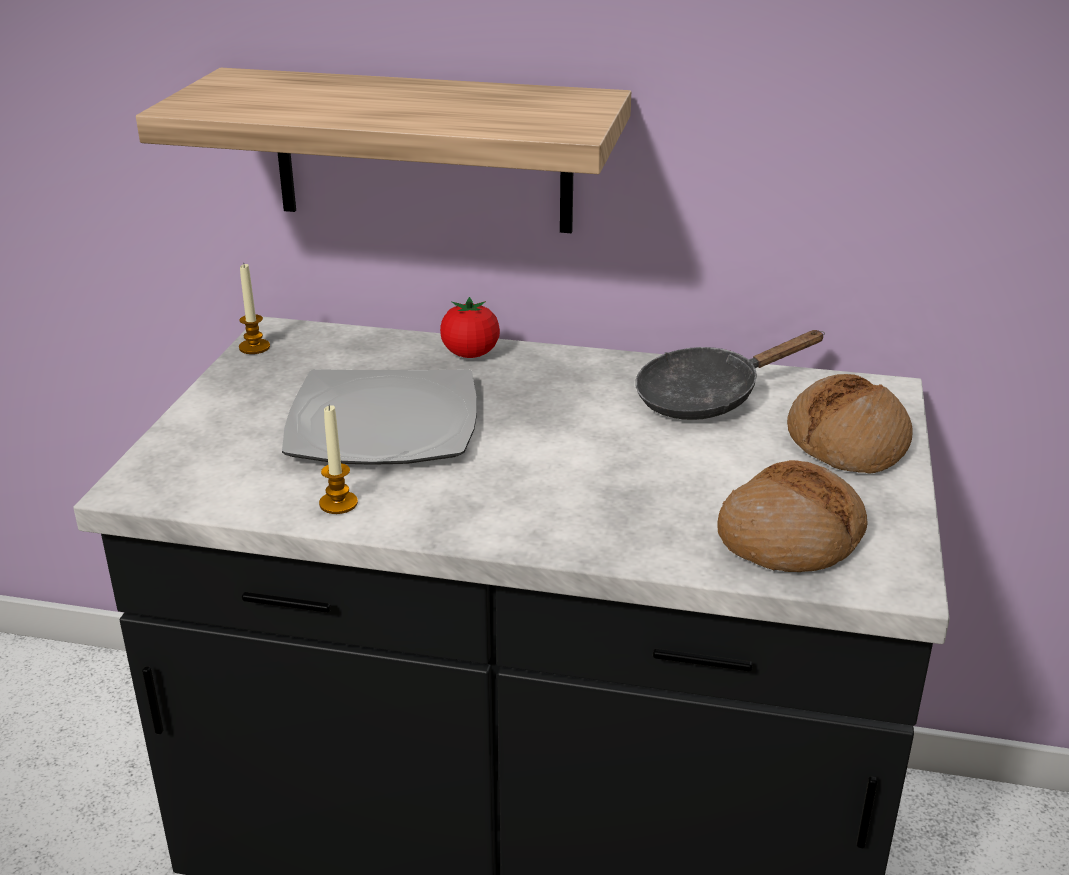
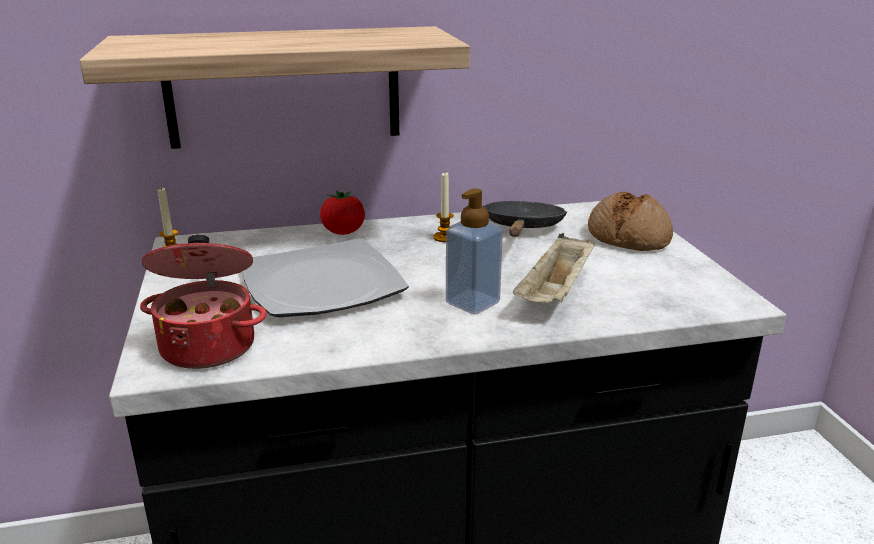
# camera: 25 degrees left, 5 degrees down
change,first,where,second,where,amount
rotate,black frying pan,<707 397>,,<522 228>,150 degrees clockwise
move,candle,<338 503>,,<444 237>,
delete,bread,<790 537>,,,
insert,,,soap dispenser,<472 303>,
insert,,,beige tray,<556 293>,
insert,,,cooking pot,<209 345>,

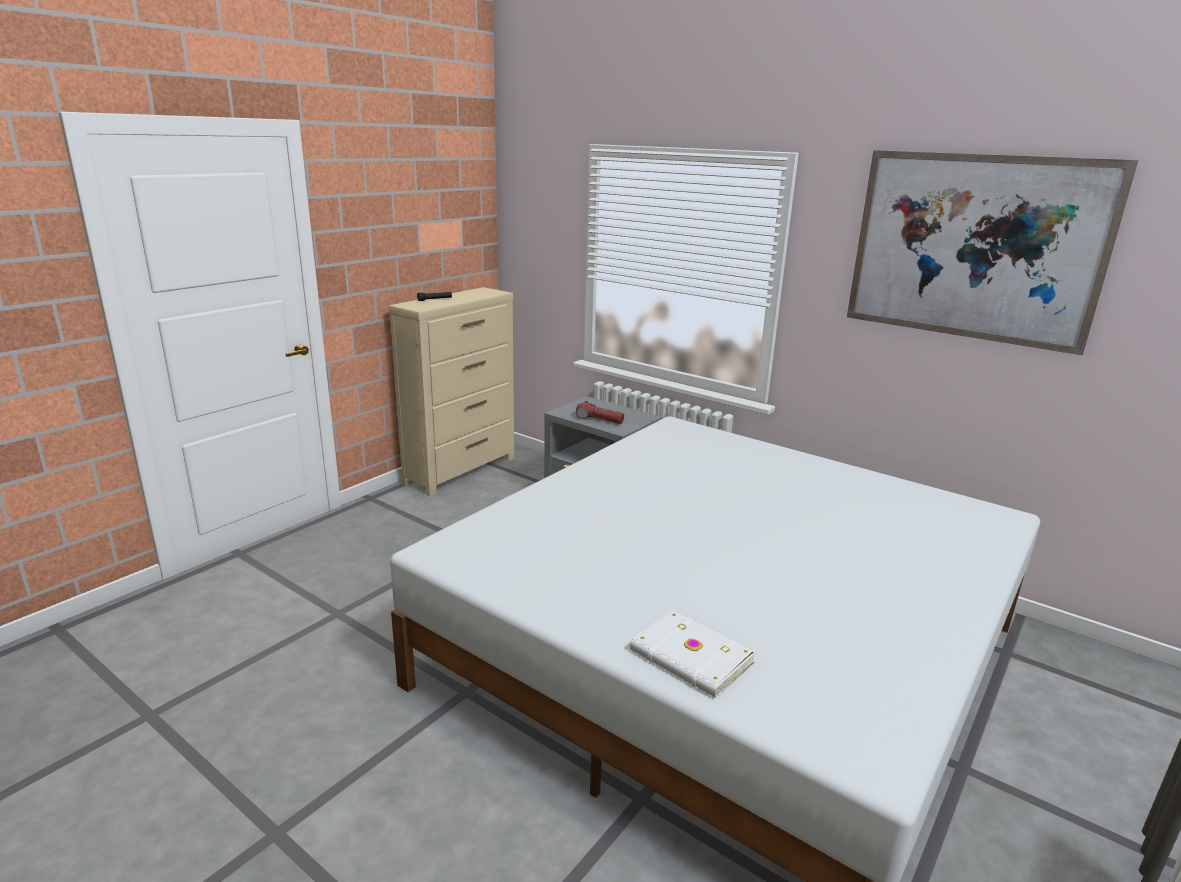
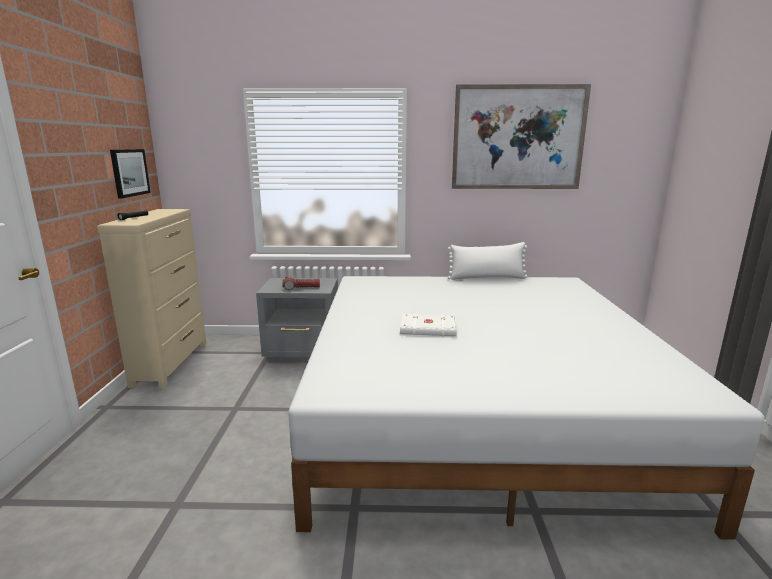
# camera: 35 degrees left, 5 degrees down
change,first,where,second,where,amount
move,white book,<690 658>,,<428 329>,
insert,,,picture,<129 172>,
insert,,,white pillow,<487 278>,

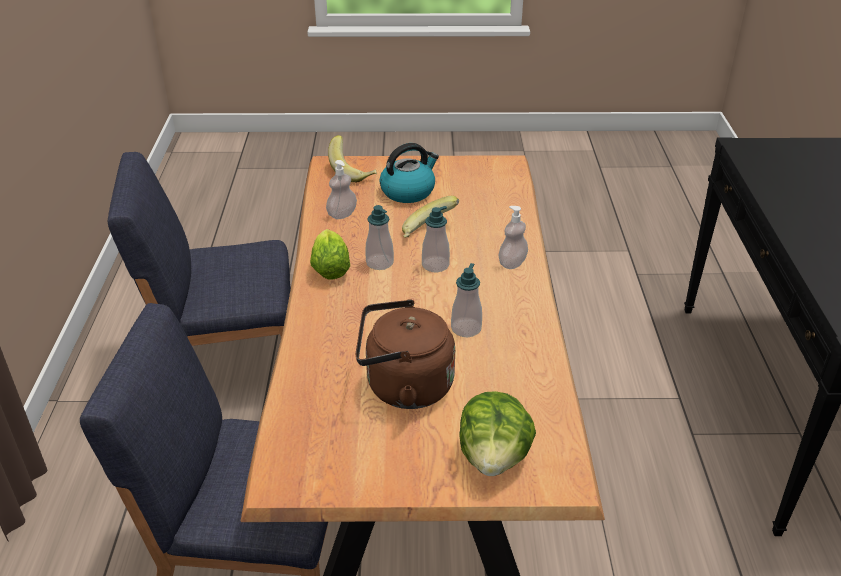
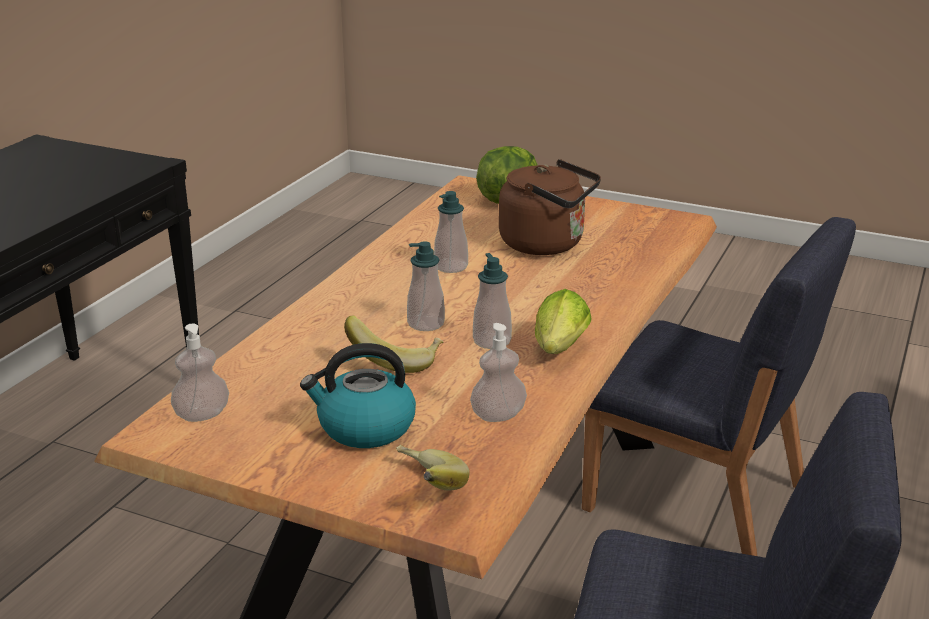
# camera: 155 degrees left, 10 degrees down
change,first,where,second,where,amount
move,soap dispenser,<512 263>,,<202 415>,

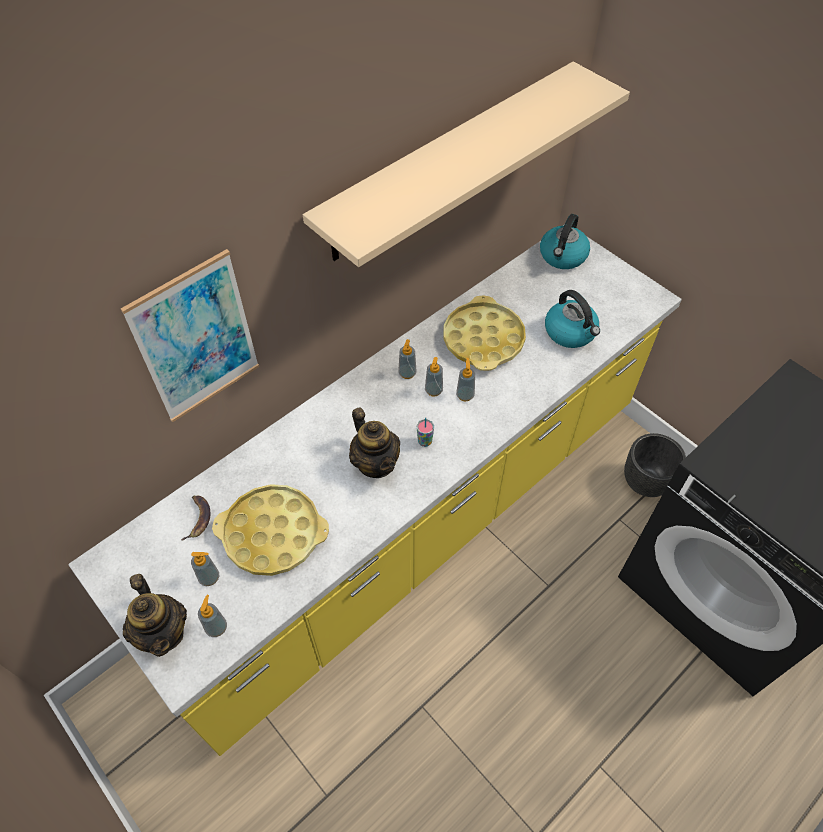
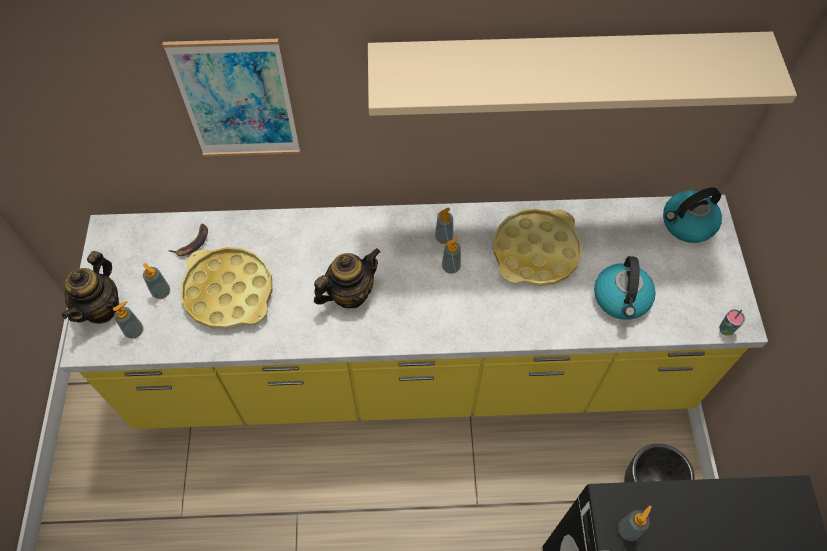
# camera: 40 degrees right, 5 degrees up
change,first,where,second,where,amount
move,soap dispenser,<465 395>,,<628 530>,
rotate,teapot,<376 463>,,<349 293>,135 degrees counterclockwise
move,cup,<425 442>,,<725 330>,

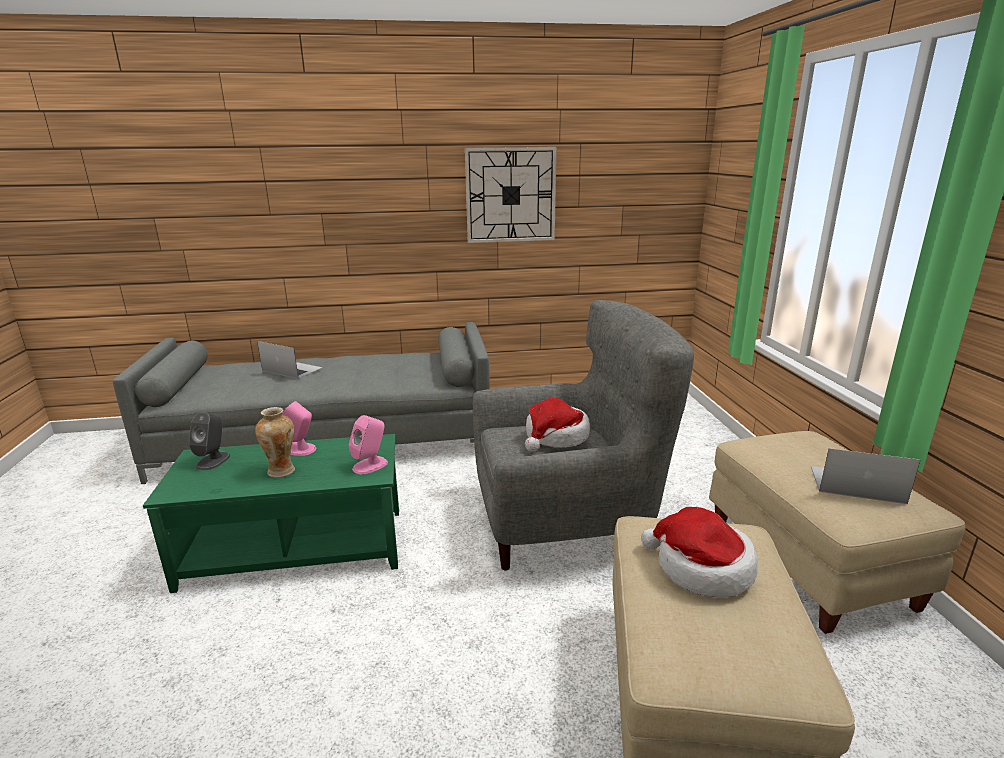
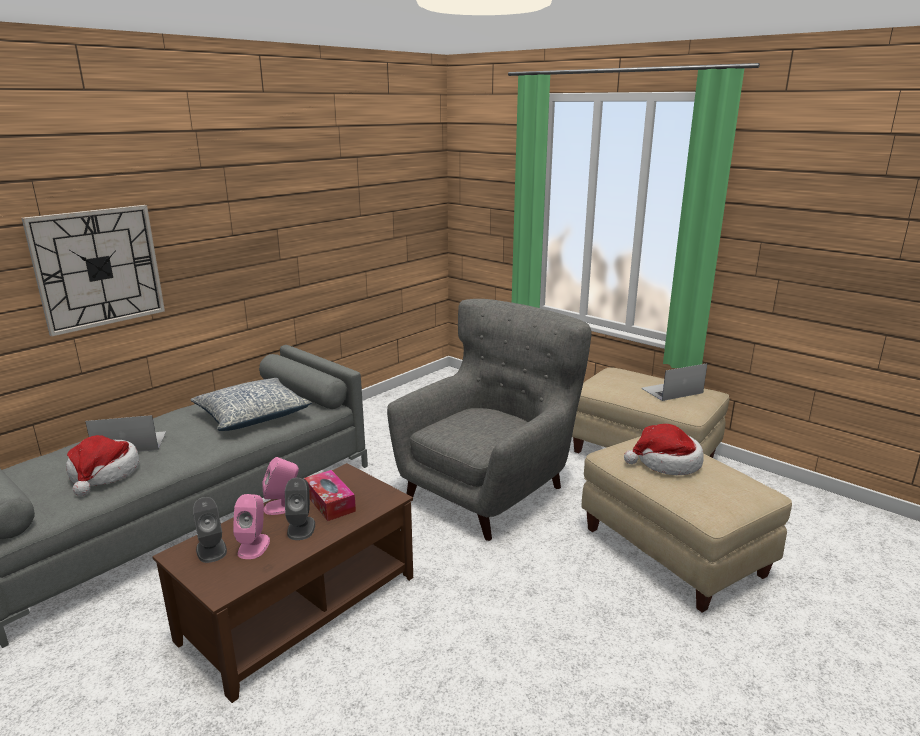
# camera: 40 degrees left, 0 degrees up
change,first,where,second,where,amount
move,wall clock,<510 195>,,<98 268>,
move,hat,<555 437>,,<104 474>,
replace,vase,<282 471>,grey speaker,<301 528>,
move,pink speaker,<370 465>,,<254 546>,
recolor,green coffee table,<296 546>,brown coffee table,<300 606>,
insert,,,pillow,<252 415>,
insert,,,tissue box,<330 502>,

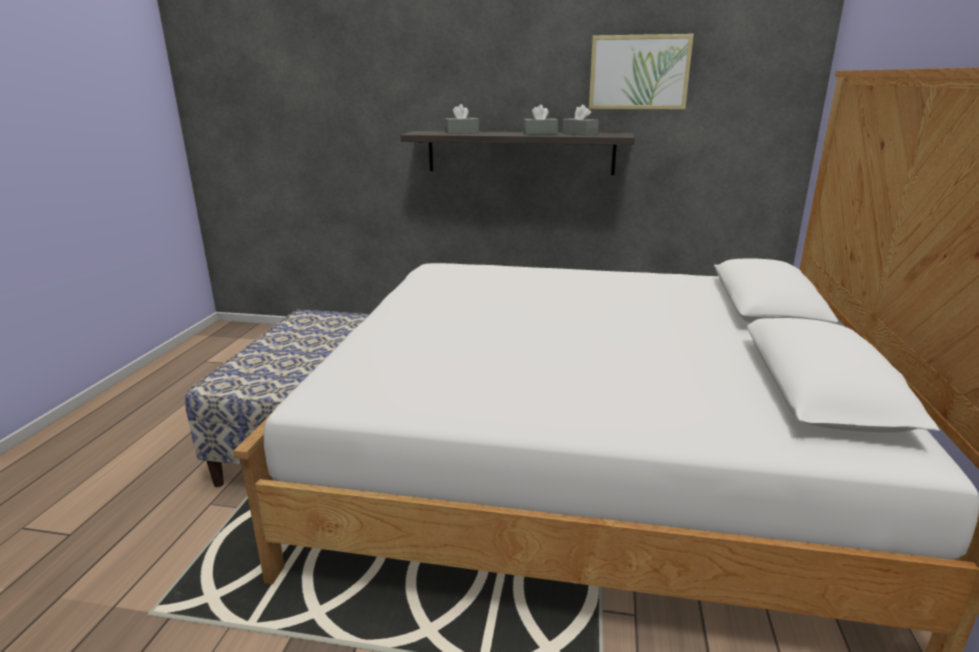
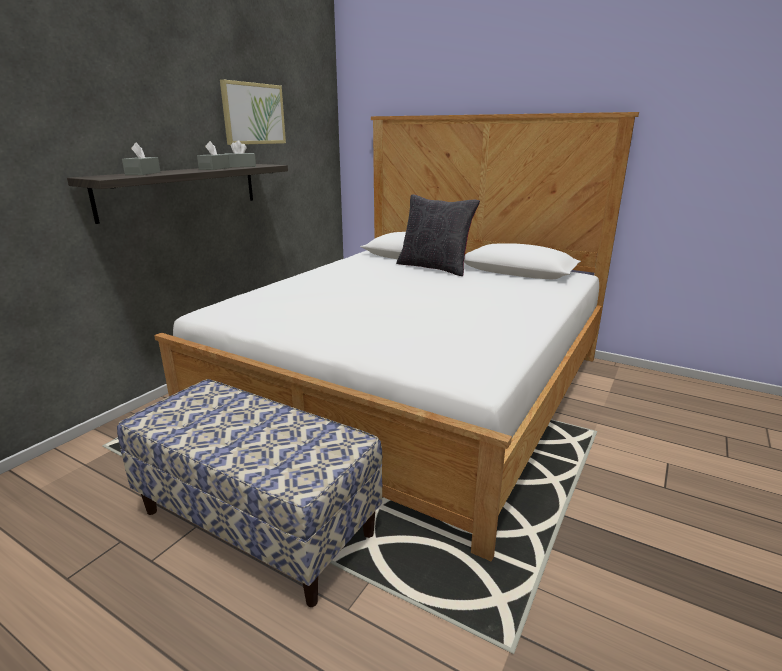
# camera: 70 degrees left, 0 degrees up
change,first,where,second,where,amount
insert,,,black pillow,<434 267>,

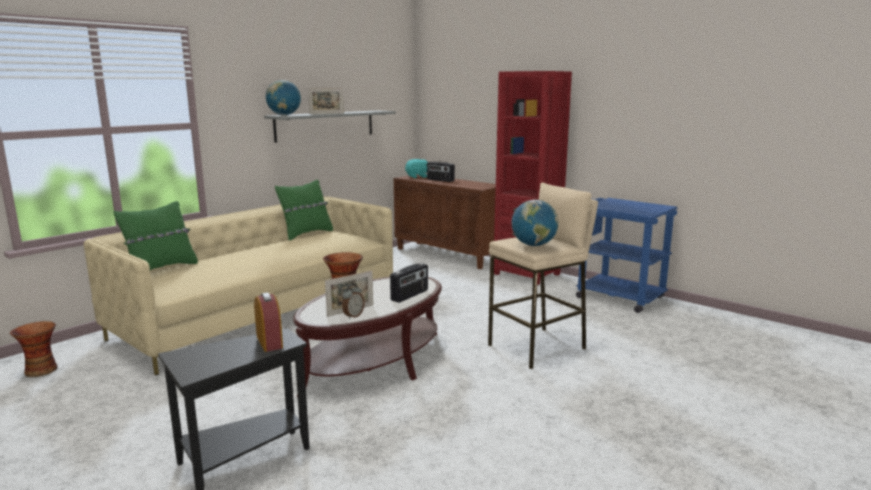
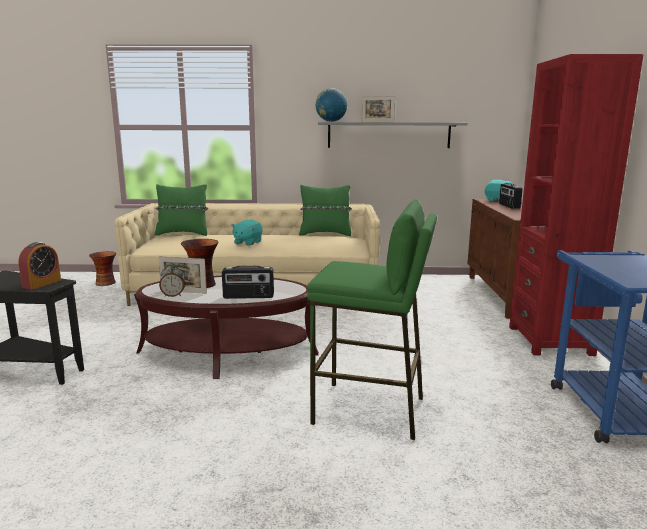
# camera: 50 degrees right, 0 degrees up
change,first,where,second,where,amount
recolor,beige stool,<538 347>,green stool,<369 410>,
delete,globe,<533 245>,,,
insert,,,turquoise plush toy,<247 242>,

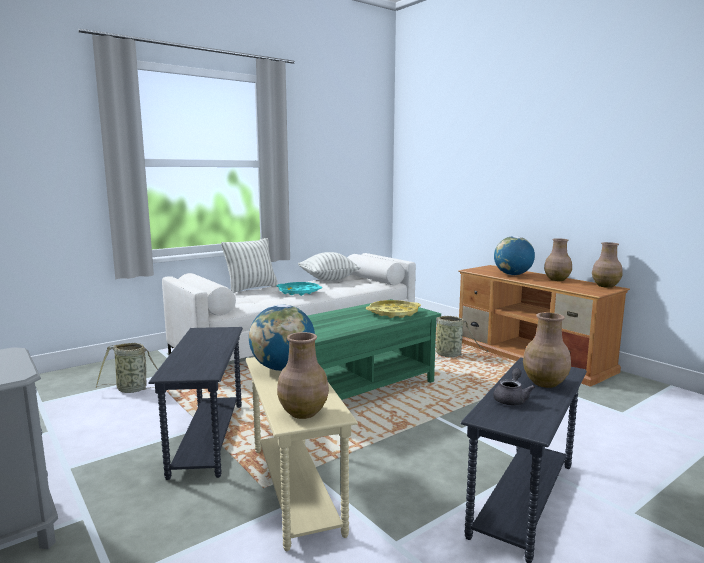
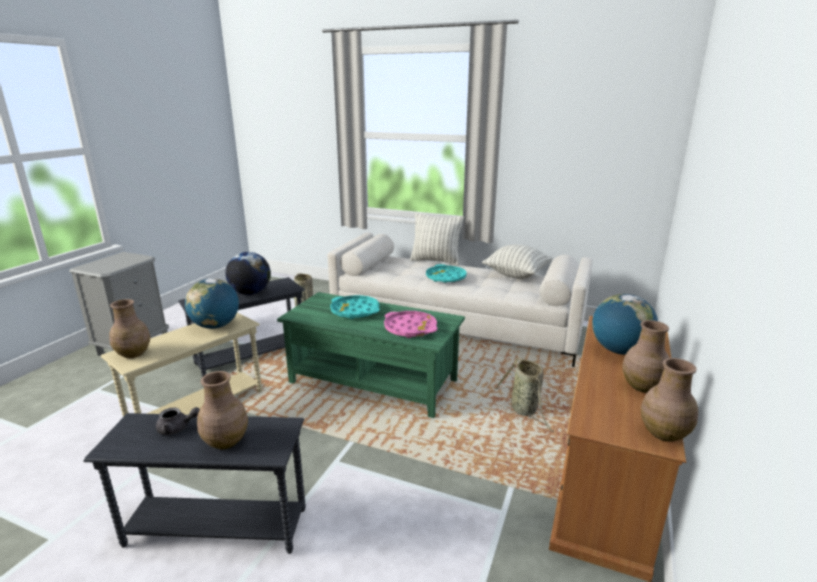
# camera: 60 degrees right, 10 degrees up
change,first,where,second,where,amount
recolor,yellow tray,<393 313>,pink tray,<410 328>,
insert,,,globe,<250 293>,
insert,,,turquoise tray,<355 311>,

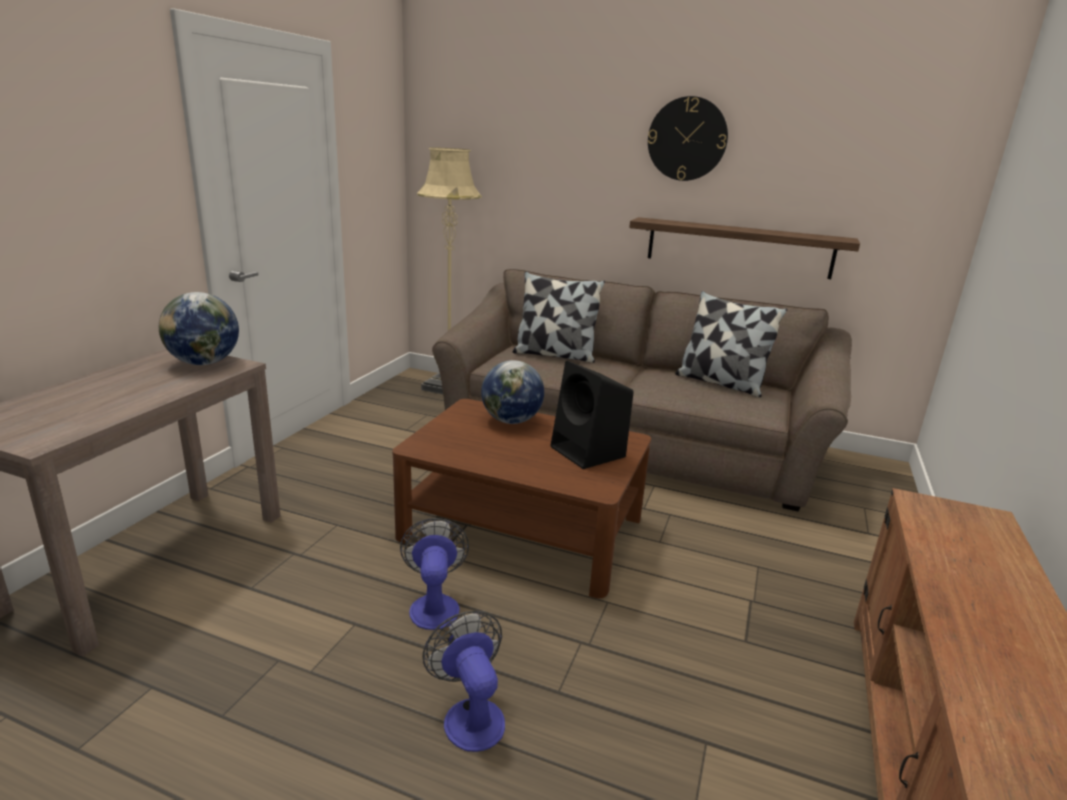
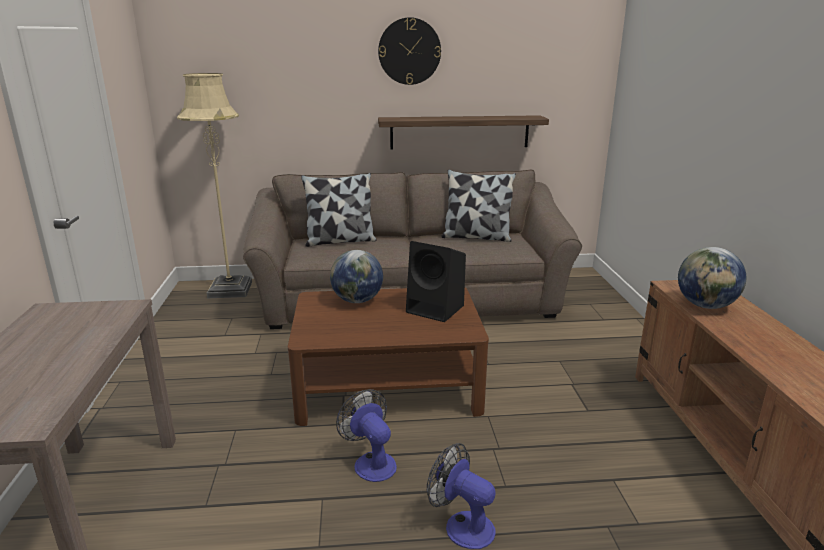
# camera: 25 degrees left, 0 degrees up
change,first,where,second,where,amount
move,globe,<204 363>,,<705 306>,

